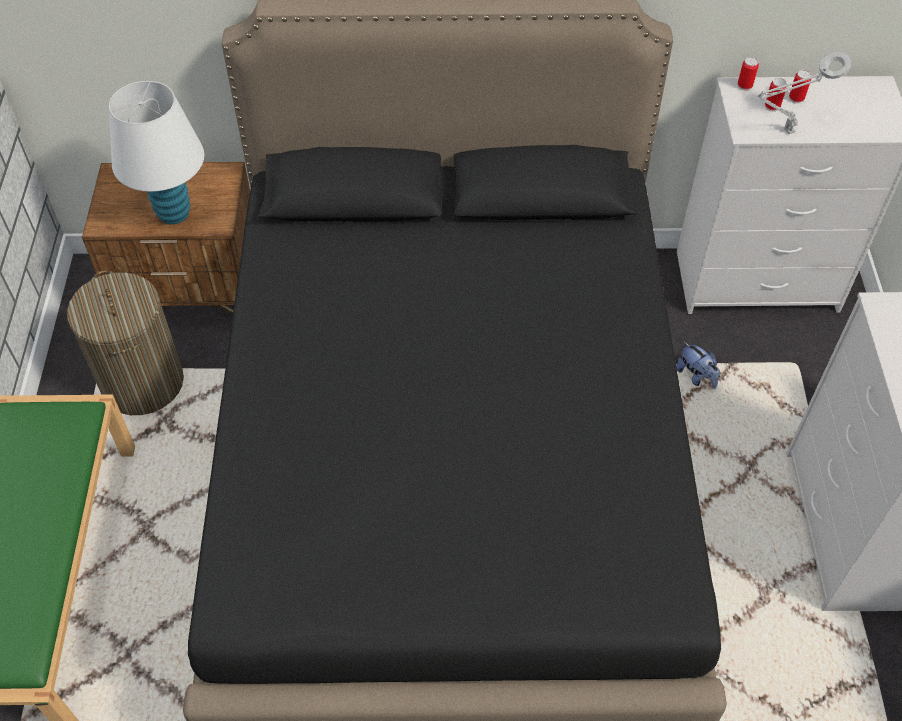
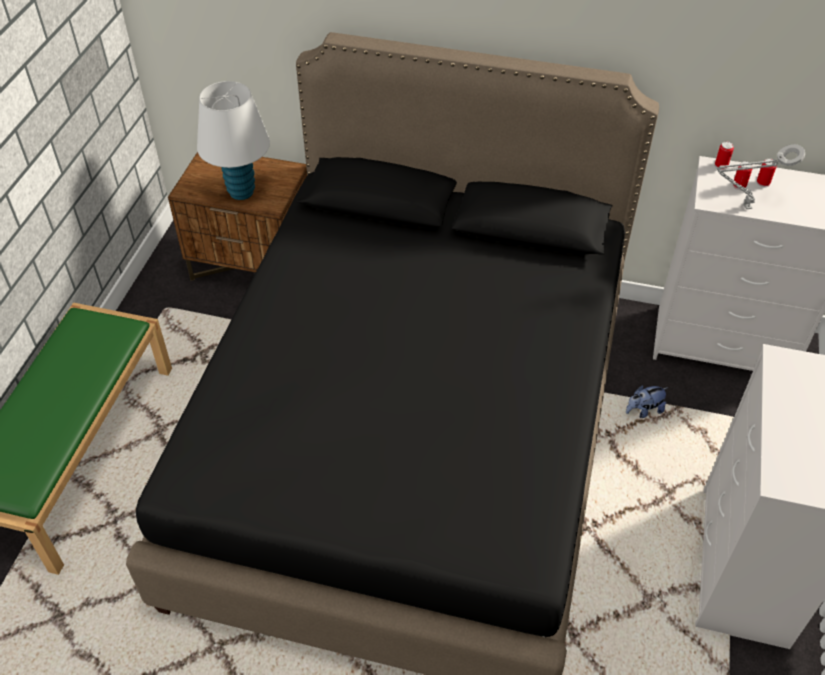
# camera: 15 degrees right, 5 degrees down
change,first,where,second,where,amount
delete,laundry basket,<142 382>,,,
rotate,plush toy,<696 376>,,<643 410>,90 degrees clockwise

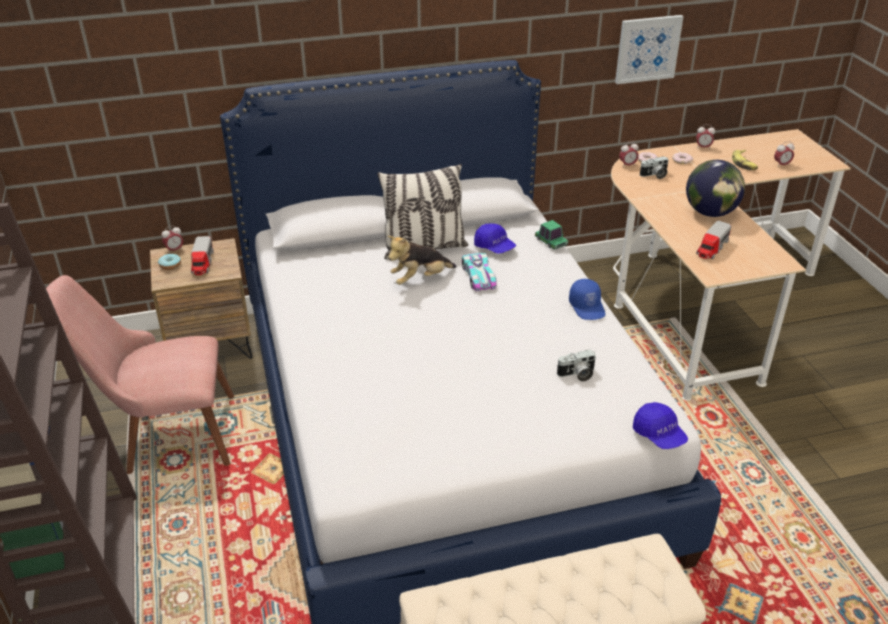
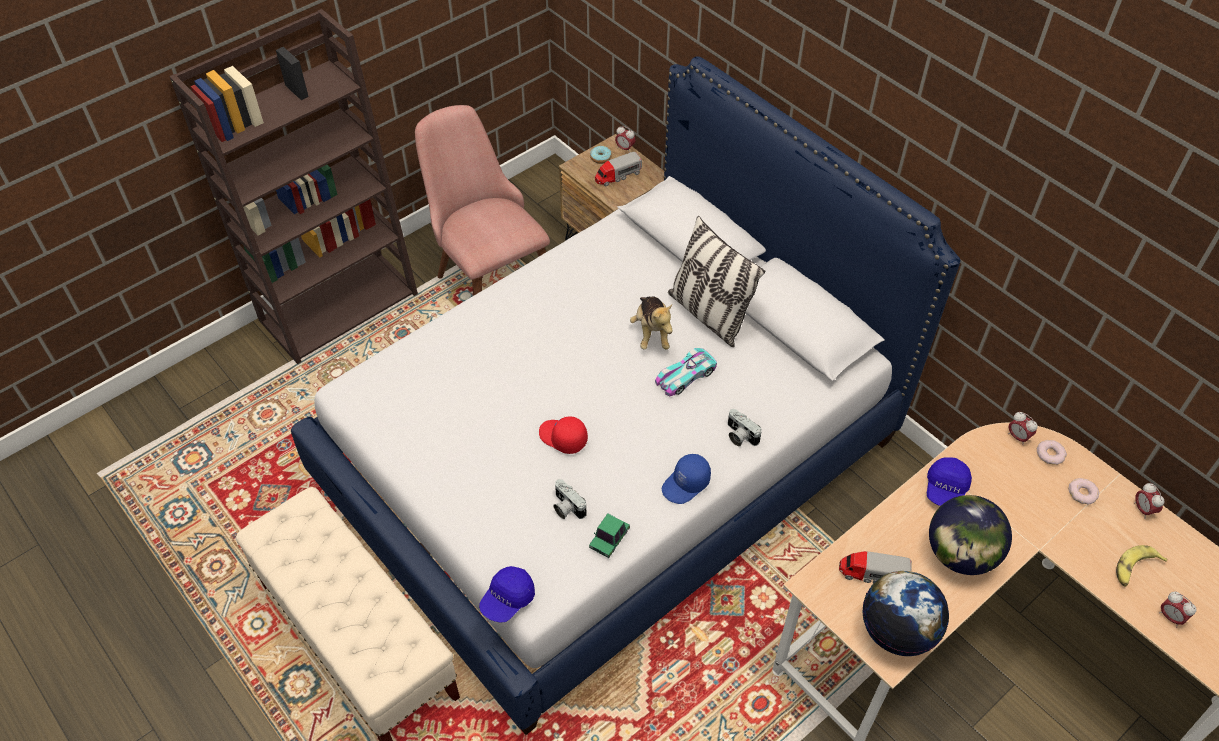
# camera: 65 degrees right, 15 degrees up
change,first,where,second,where,amount
delete,picture,<647 49>,,,
move,photo camera,<654 175>,,<739 436>,
move,toy car,<551 242>,,<609 539>,
move,blue cap,<494 247>,,<945 489>,
rotate,plush toy,<420 279>,,<652 332>,135 degrees counterclockwise
insert,,,red cap,<562 438>,
insert,,,globe,<897 631>,

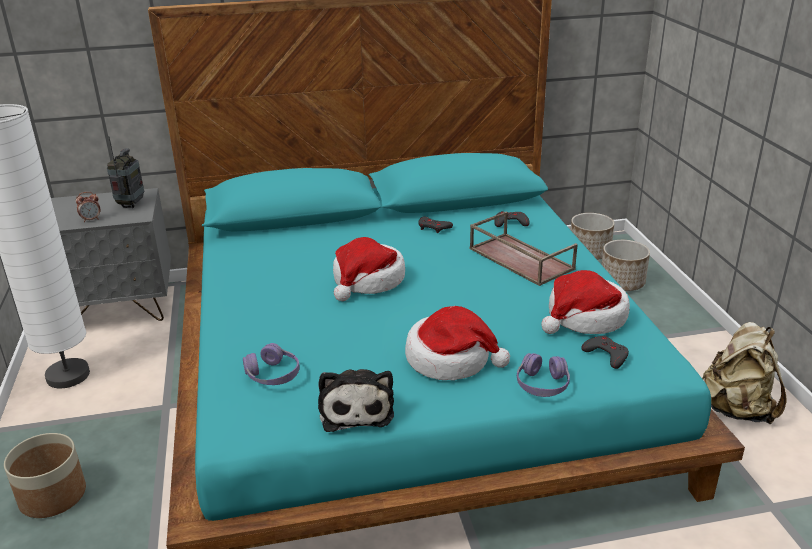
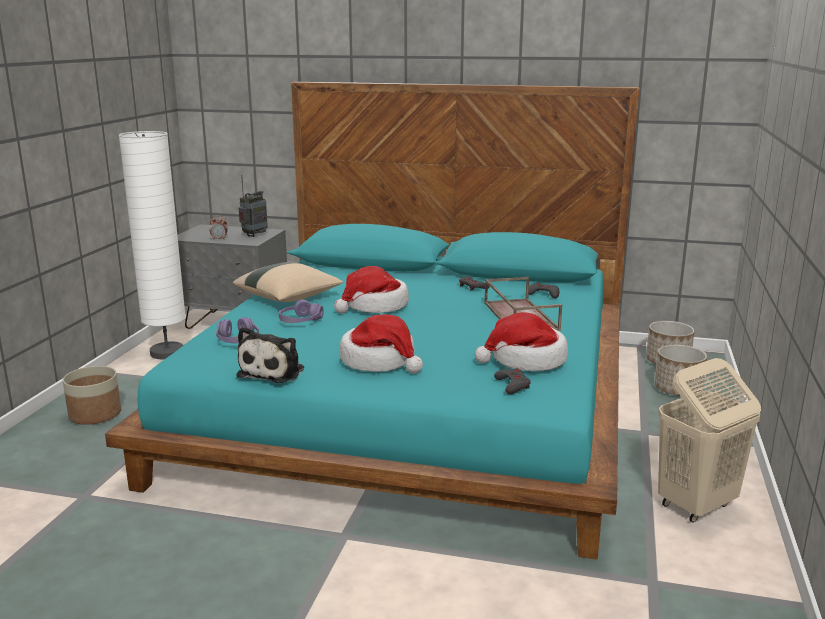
# camera: 25 degrees right, 10 degrees down
change,first,where,second,where,amount
replace,beige backpack,<736 409>,beige laundry basket,<696 505>,
move,purple headphones,<542 384>,,<300 321>,
insert,,,beige pillow,<289 298>,

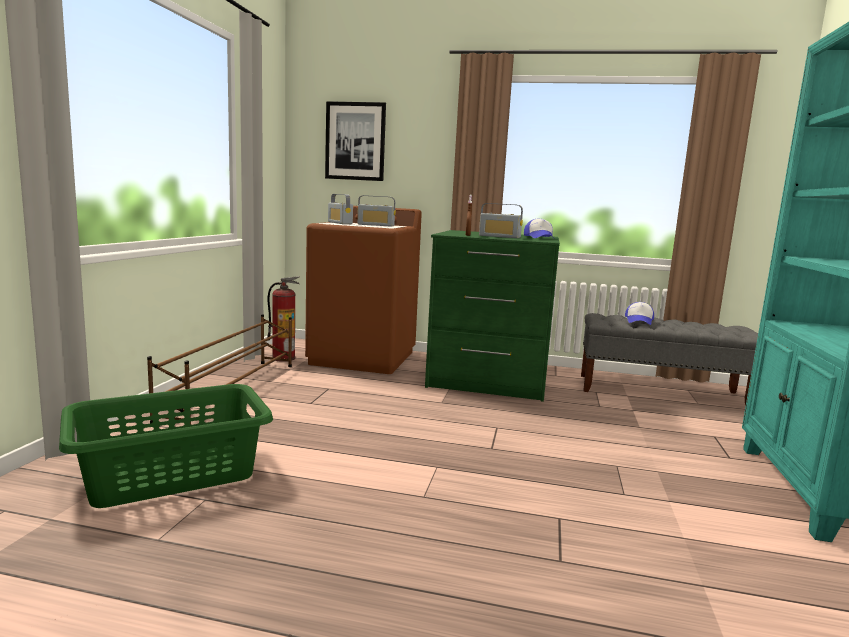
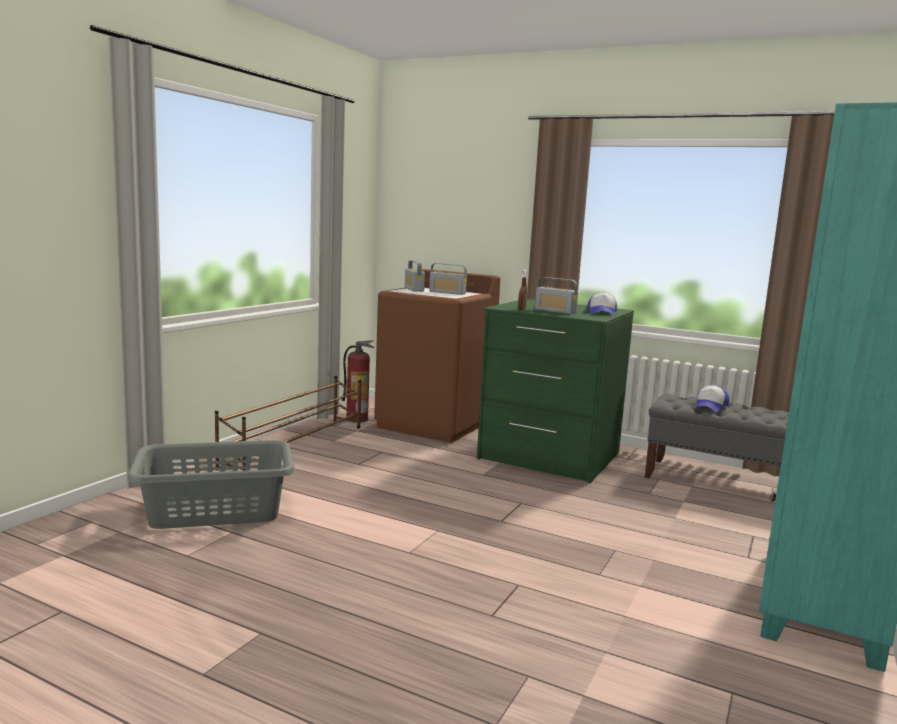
# camera: 15 degrees right, 0 degrees up
change,first,where,second,where,amount
delete,picture,<355 141>,,,
recolor,green laundry basket,<172 474>,grey laundry basket,<216 511>,

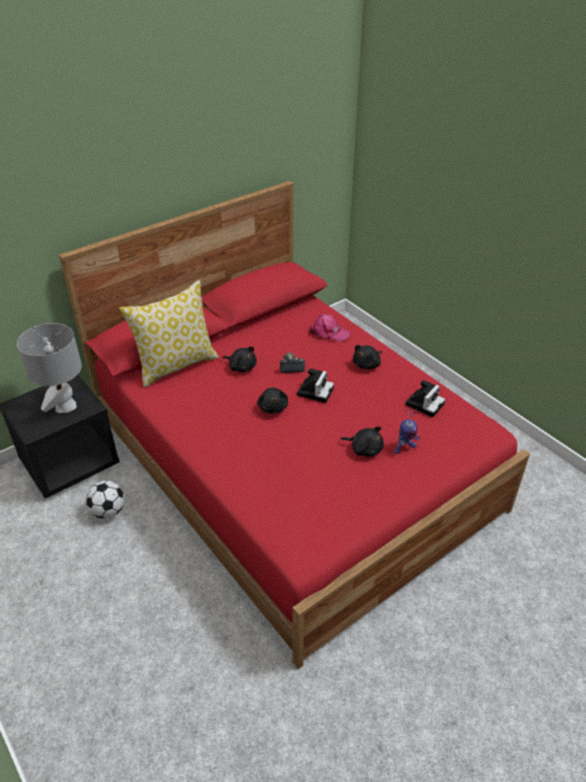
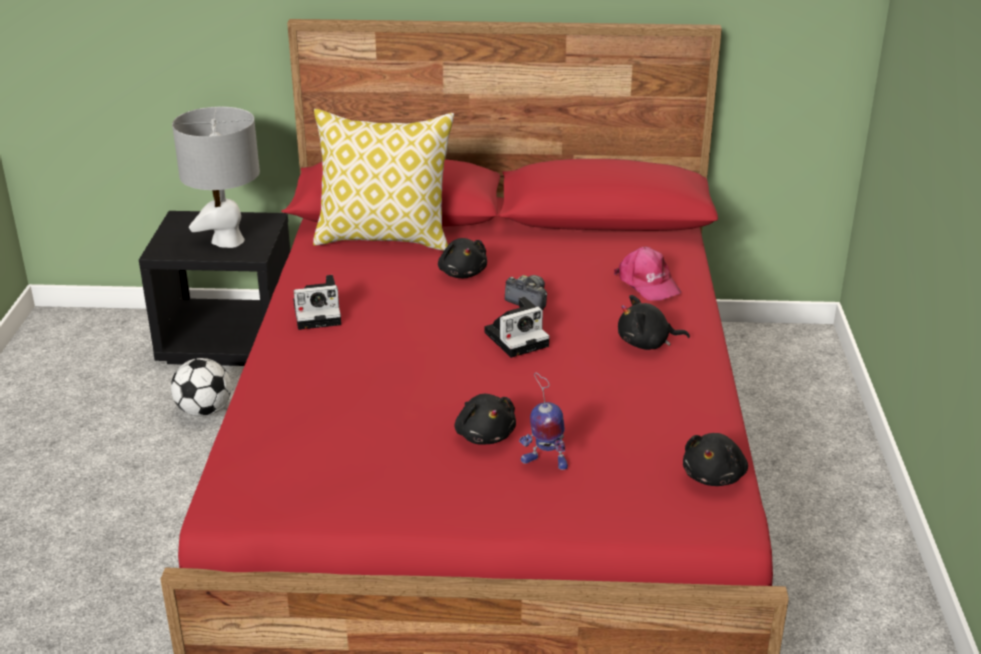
# camera: 40 degrees right, 10 degrees down
change,first,where,second,where,amount
move,photo camera,<425 403>,,<319 313>,
move,black plush toy,<273 407>,,<714 476>,

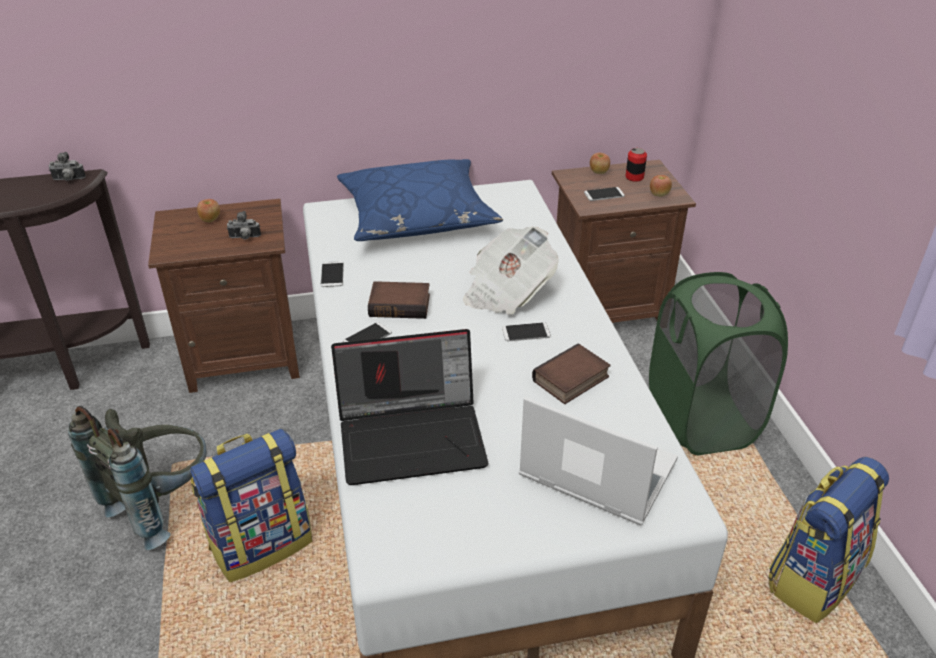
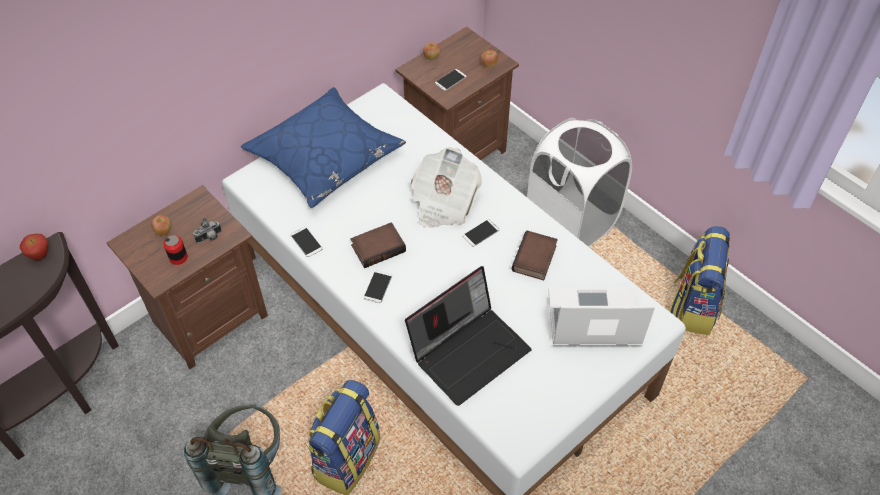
# camera: 30 degrees left, 15 degrees up
change,first,where,second,where,amount
move,can,<634 177>,,<178 258>,
replace,photo camera,<68 180>,apple,<40 256>,
recolor,green laundry basket,<701 421>,white laundry basket,<571 221>,

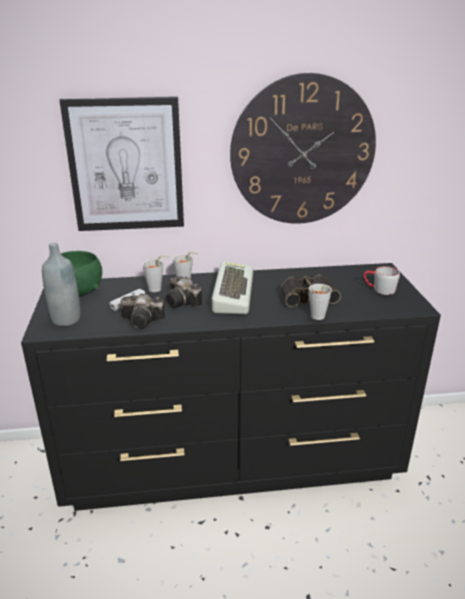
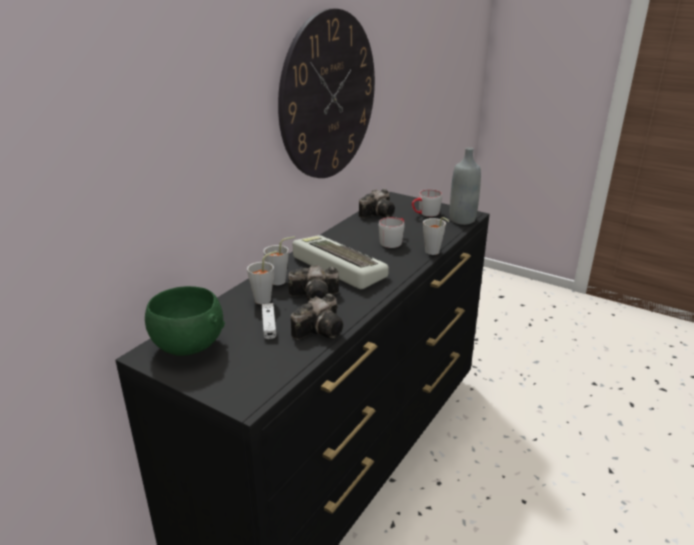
# camera: 50 degrees left, 0 degrees up
change,first,where,second,where,amount
delete,picture,<126 165>,,,
move,grey bottle,<66 319>,,<462 220>,
replace,binoculars,<307 296>,grey mug,<393 241>,
insert,,,photo camera,<379 213>,

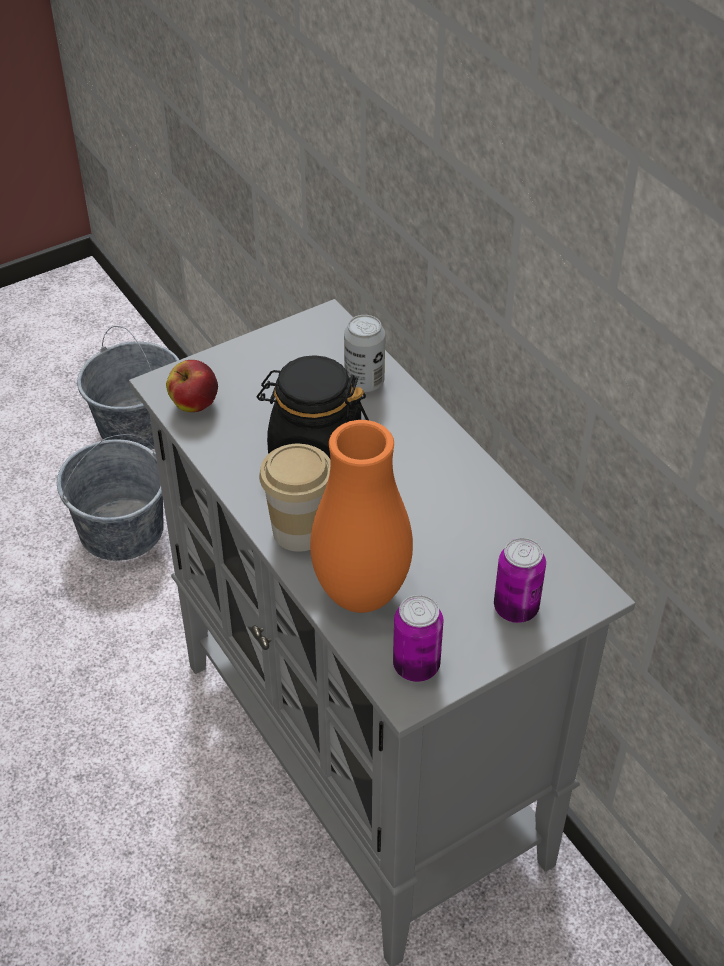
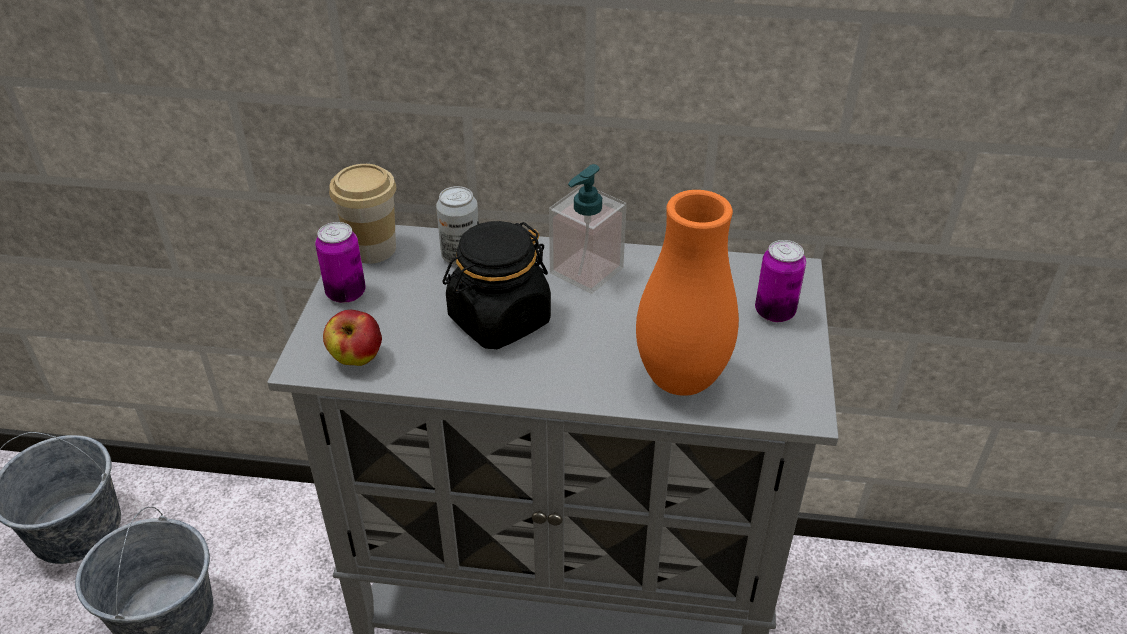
# camera: 50 degrees left, 5 degrees down
change,first,where,second,where,amount
move,cup,<299 531>,,<372 248>,
move,can,<416 666>,,<346 293>,
insert,,,soap dispenser,<586 271>,

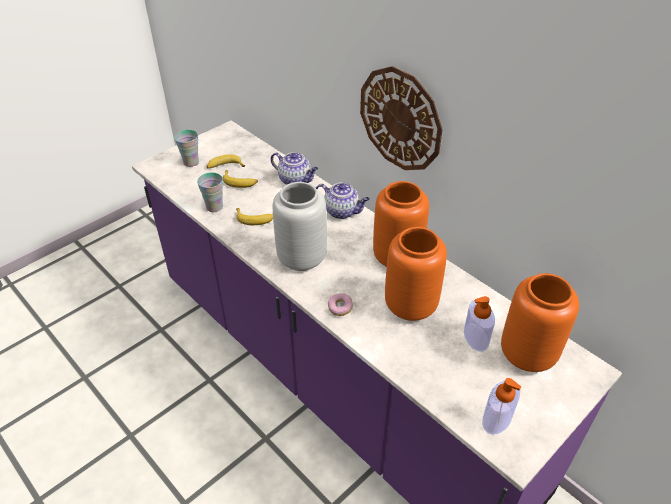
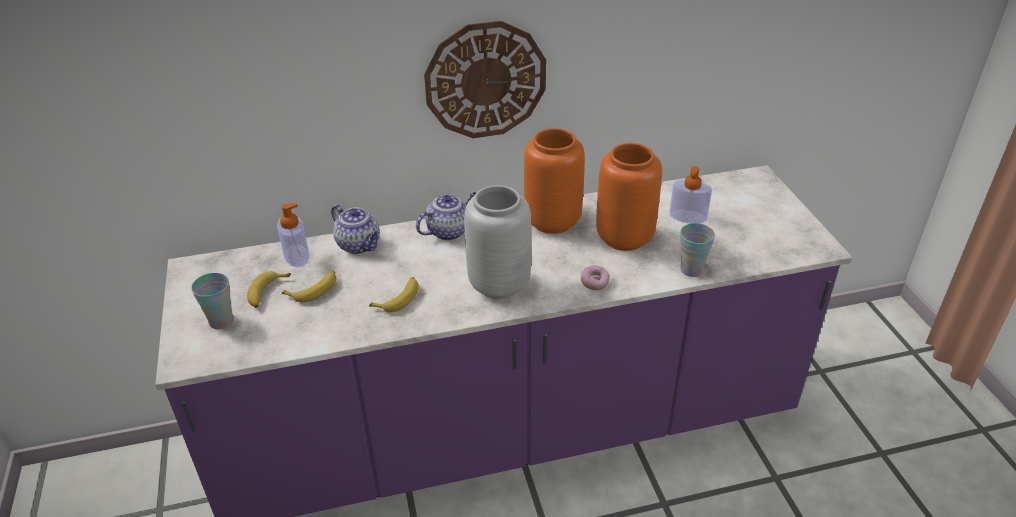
# camera: 60 degrees left, 5 degrees down
change,first,where,second,where,amount
rotate,teapot,<295 180>,,<359 245>,75 degrees clockwise
move,cup,<214 207>,,<691 270>,
delete,orange vase,<528 355>,,,
move,soap dispenser,<497 418>,,<296 256>,

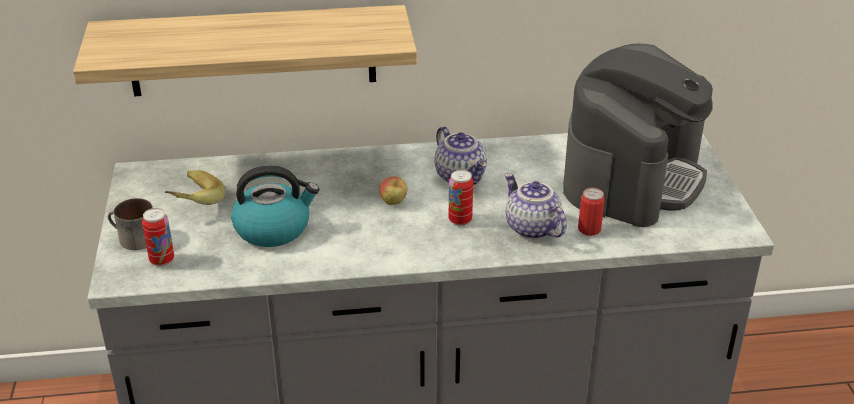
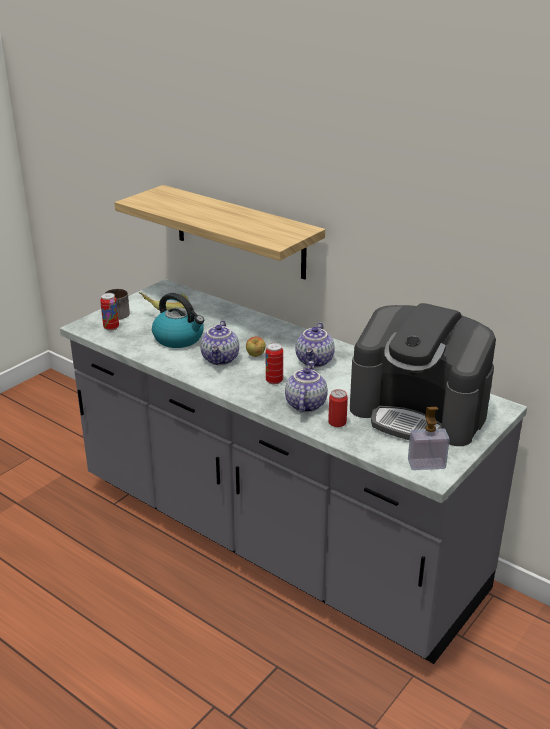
# camera: 45 degrees right, 5 degrees down
change,first,where,second,where,amount
rotate,coffee machine,<633 177>,,<419 411>,45 degrees clockwise
insert,,,teapot,<221 359>,
insert,,,soap dispenser,<426 464>,

